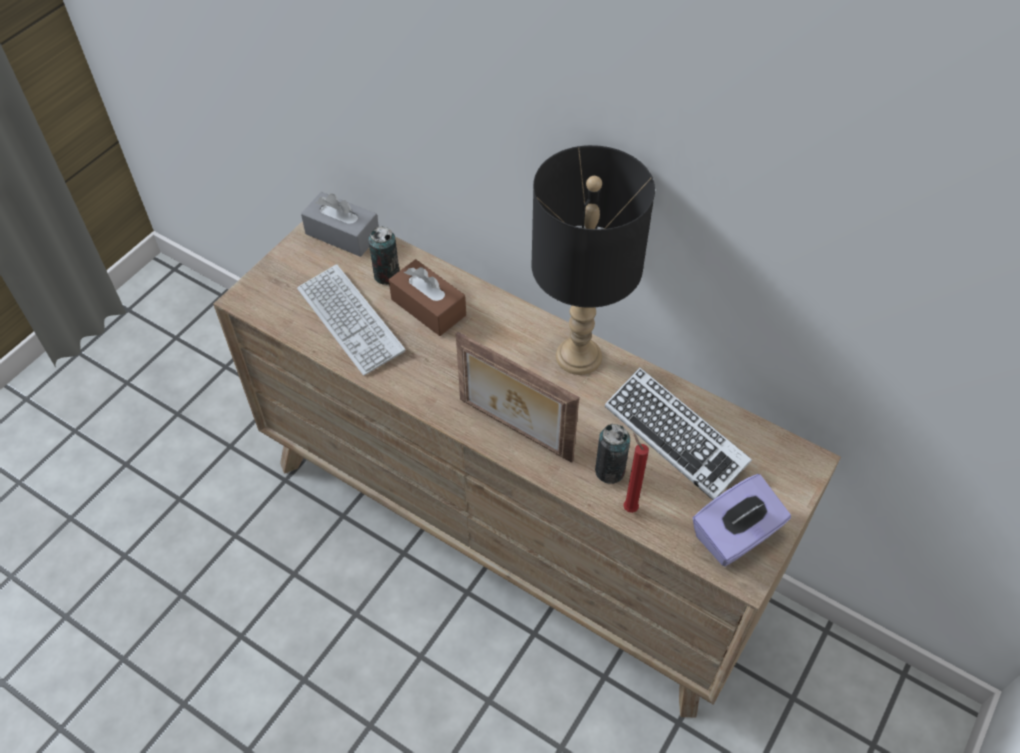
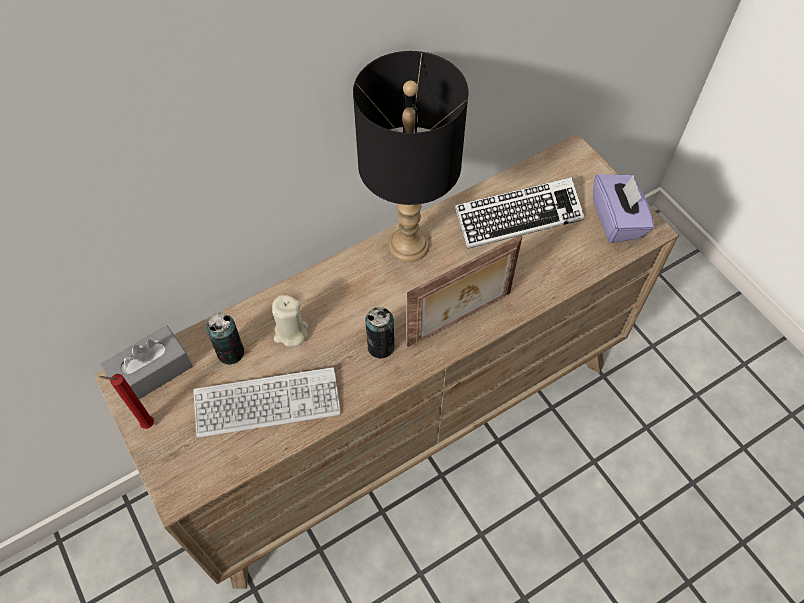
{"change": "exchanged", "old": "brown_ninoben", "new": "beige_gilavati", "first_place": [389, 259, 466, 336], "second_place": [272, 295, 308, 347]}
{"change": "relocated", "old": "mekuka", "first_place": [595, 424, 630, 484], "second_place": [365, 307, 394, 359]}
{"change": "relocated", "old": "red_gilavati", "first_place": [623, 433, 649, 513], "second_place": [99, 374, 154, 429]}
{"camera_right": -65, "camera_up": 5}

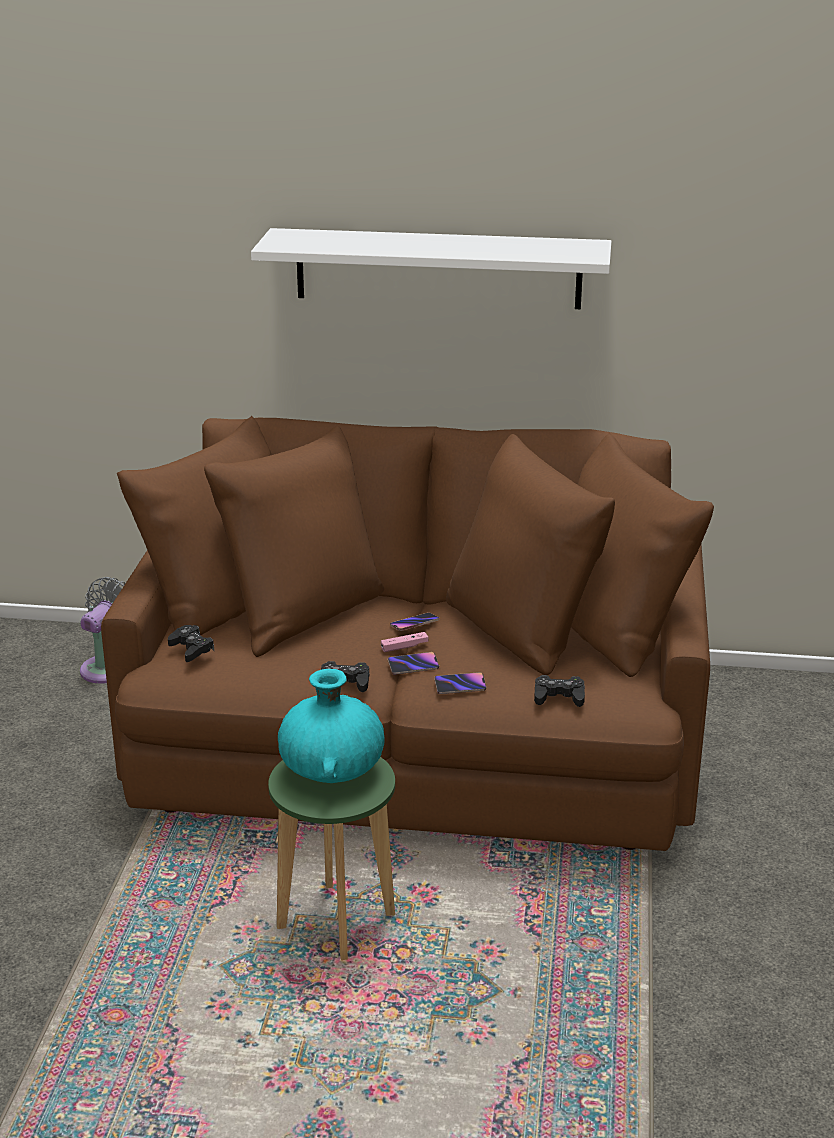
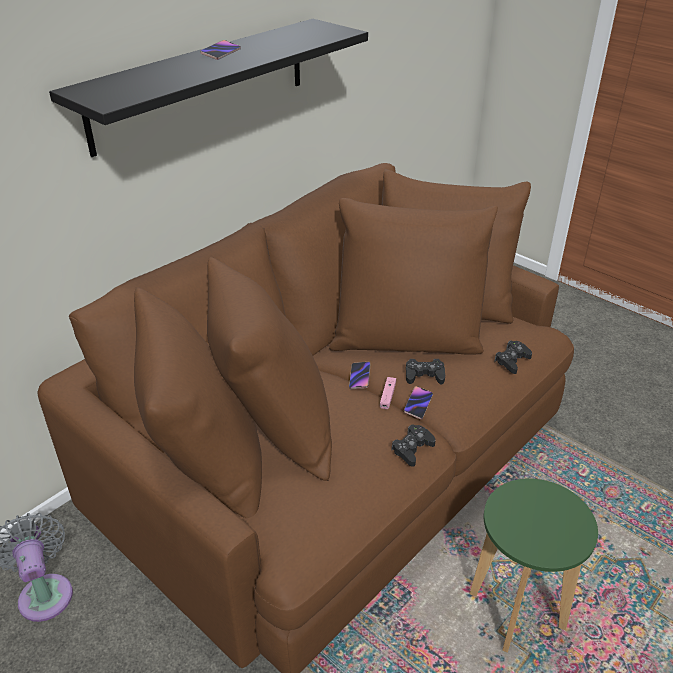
{"change": "relocated", "old": "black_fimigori", "first_place": [168, 625, 214, 662], "second_place": [406, 359, 445, 384]}
{"change": "colour", "old": "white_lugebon", "new": "black_lugebon", "first_place": [251, 228, 612, 309], "second_place": [49, 19, 368, 157]}
{"change": "missing", "old": "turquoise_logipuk", "first_place": [278, 669, 385, 783]}
{"change": "relocated", "old": "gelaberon", "first_place": [434, 672, 486, 694], "second_place": [200, 40, 241, 60]}
{"camera_right": -55, "camera_up": 10}

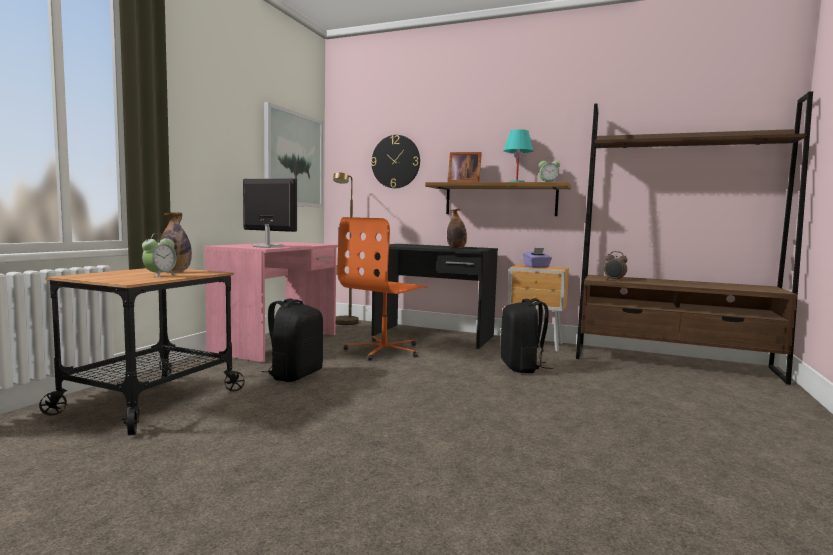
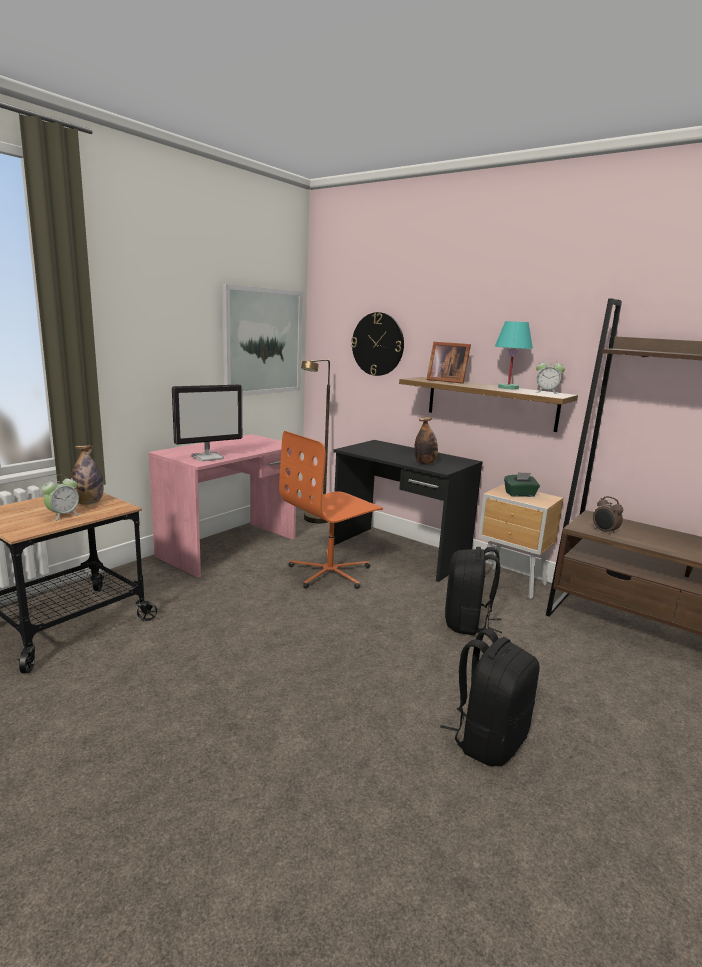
{"change": "spun", "old": "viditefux", "first_place": [243, 178, 297, 248], "second_place": [172, 385, 242, 461], "degrees": 105}
{"change": "relocated", "old": "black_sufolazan", "first_place": [262, 298, 323, 382], "second_place": [440, 628, 540, 766]}
{"change": "colour", "old": "purple_ninoben", "new": "green_ninoben", "first_place": [523, 248, 552, 268], "second_place": [504, 472, 540, 497]}
{"camera_right": 15, "camera_up": 10}

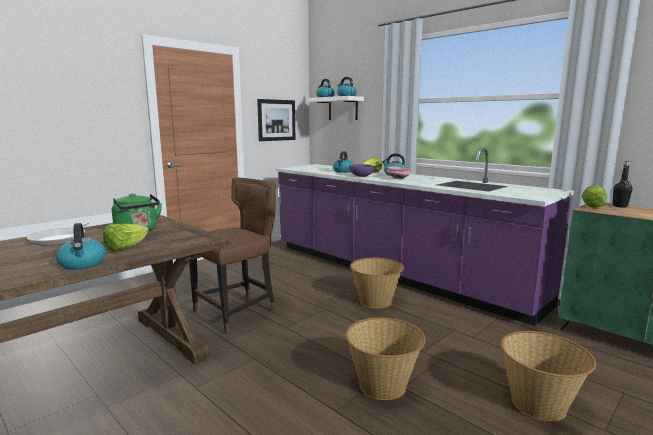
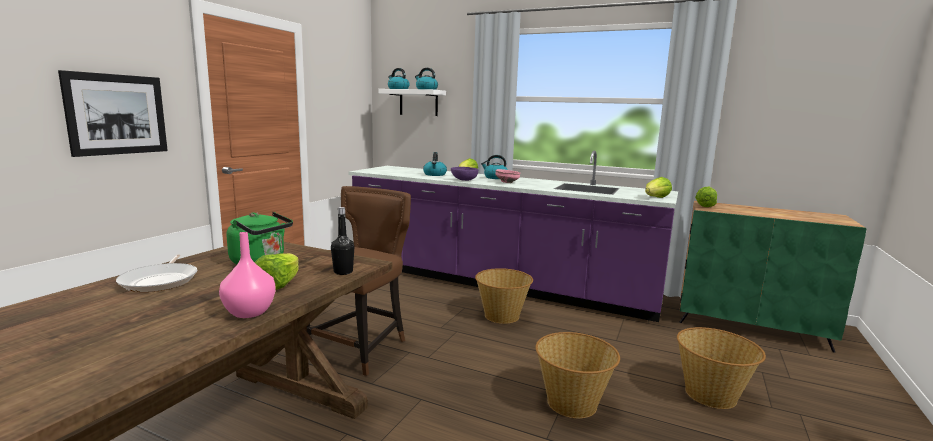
{"change": "exchanged", "old": "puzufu", "new": "pink_logipuk", "first_place": [56, 223, 106, 270], "second_place": [219, 232, 276, 318]}
{"change": "relocated", "old": "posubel", "first_place": [257, 99, 295, 141], "second_place": [58, 70, 168, 157]}
{"change": "relocated", "old": "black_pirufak", "first_place": [613, 161, 632, 208], "second_place": [331, 207, 355, 275]}
{"change": "appeared", "new": "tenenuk", "second_place": [645, 177, 672, 198]}
{"camera_right": -20, "camera_up": 0}

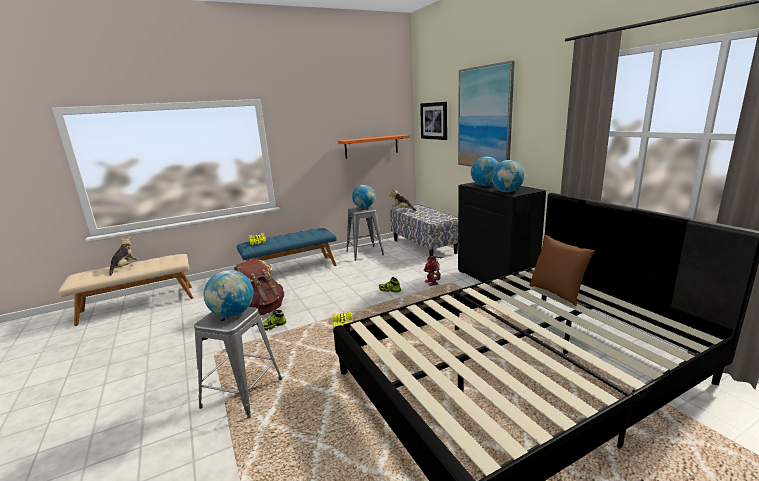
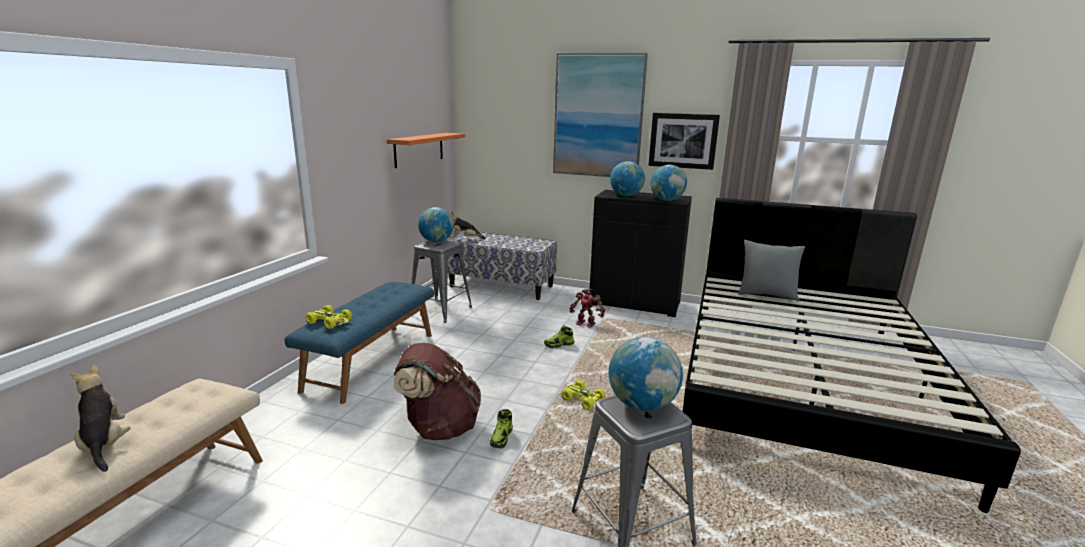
{"change": "relocated", "old": "posubel", "first_place": [420, 102, 447, 140], "second_place": [648, 113, 720, 170]}
{"change": "colour", "old": "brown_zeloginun", "new": "grey_zeloginun", "first_place": [529, 235, 595, 306], "second_place": [738, 240, 805, 302]}
{"camera_right": -45, "camera_up": 0}

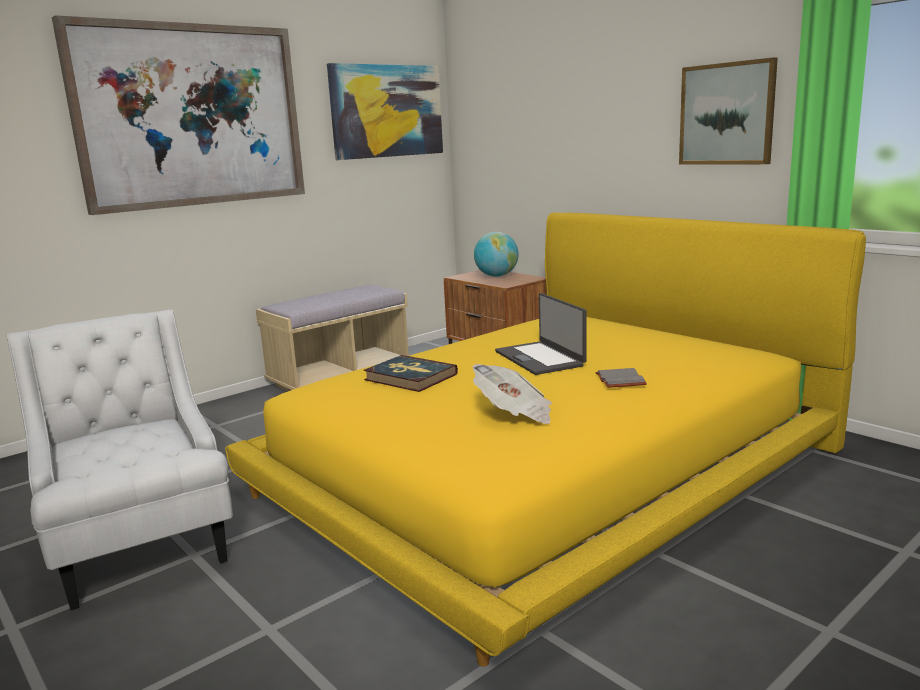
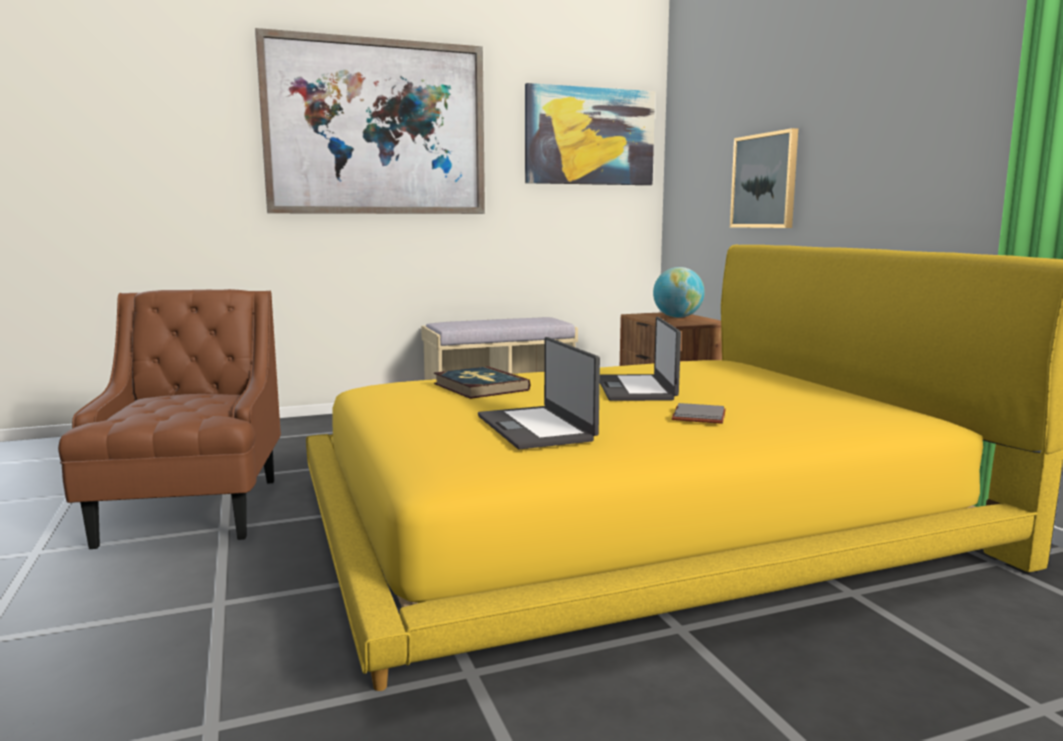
{"change": "colour", "old": "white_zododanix", "new": "brown_zododanix", "first_place": [7, 309, 233, 610], "second_place": [58, 289, 281, 549]}
{"change": "exchanged", "old": "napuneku", "new": "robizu", "first_place": [472, 364, 552, 424], "second_place": [478, 337, 600, 449]}
{"change": "relocated", "old": "posubel", "first_place": [679, 57, 778, 165], "second_place": [730, 128, 798, 228]}
{"camera_right": 20, "camera_up": -5}

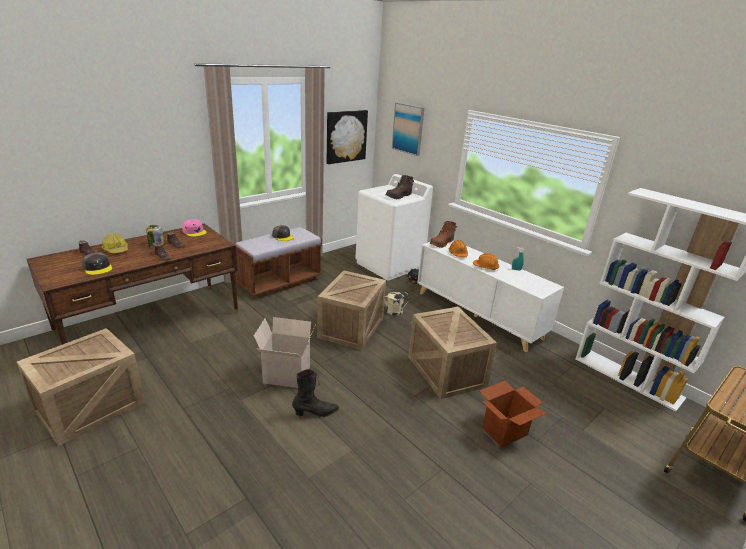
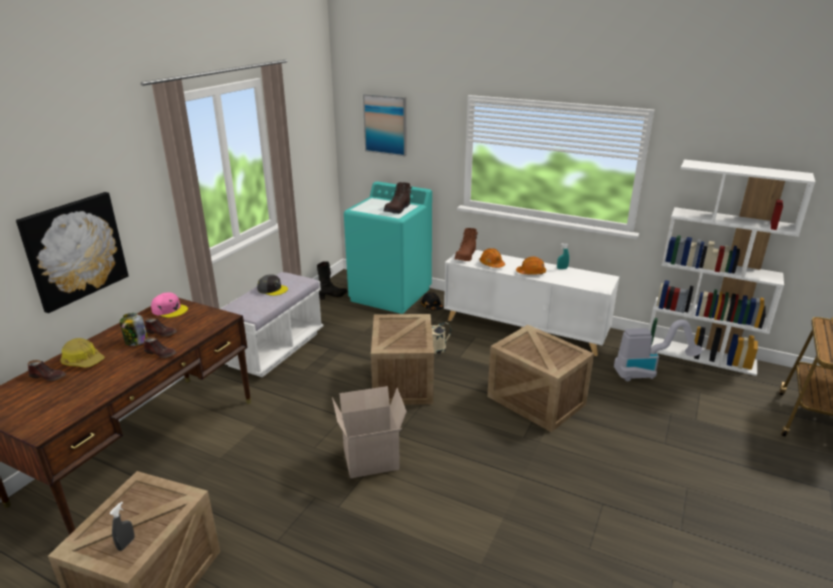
{"change": "missing", "old": "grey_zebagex", "first_place": [82, 252, 112, 275]}
{"change": "colour", "old": "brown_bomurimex", "new": "white_bomurimex", "first_place": [233, 227, 322, 299], "second_place": [220, 272, 324, 377]}
{"change": "relocated", "old": "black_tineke", "first_place": [292, 369, 339, 417], "second_place": [317, 261, 347, 300]}
{"change": "relocated", "old": "posubel", "first_place": [326, 110, 368, 164], "second_place": [16, 192, 129, 313]}
{"change": "colour", "old": "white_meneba", "new": "turquoise_meneba", "first_place": [355, 174, 433, 280], "second_place": [344, 182, 432, 314]}
{"change": "missing", "old": "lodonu", "first_place": [479, 381, 547, 447]}
{"change": "appeared", "new": "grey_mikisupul", "second_place": [109, 501, 134, 551]}
{"change": "appeared", "new": "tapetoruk", "second_place": [614, 320, 703, 381]}
{"camera_right": -20, "camera_up": 0}

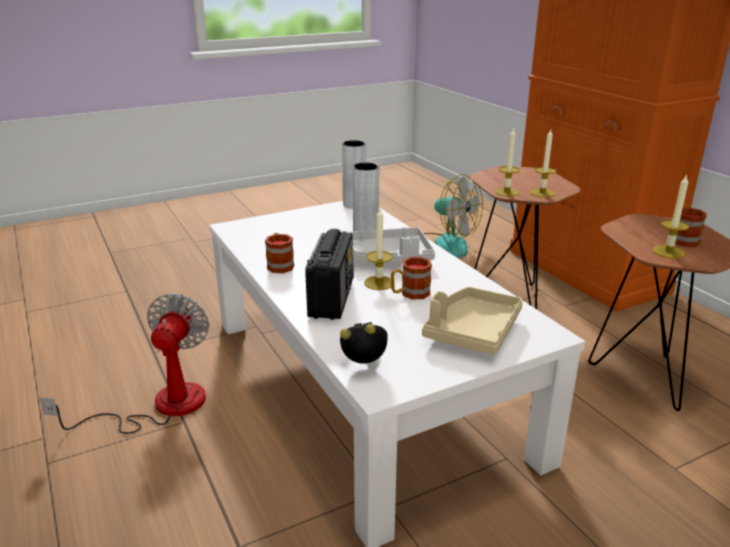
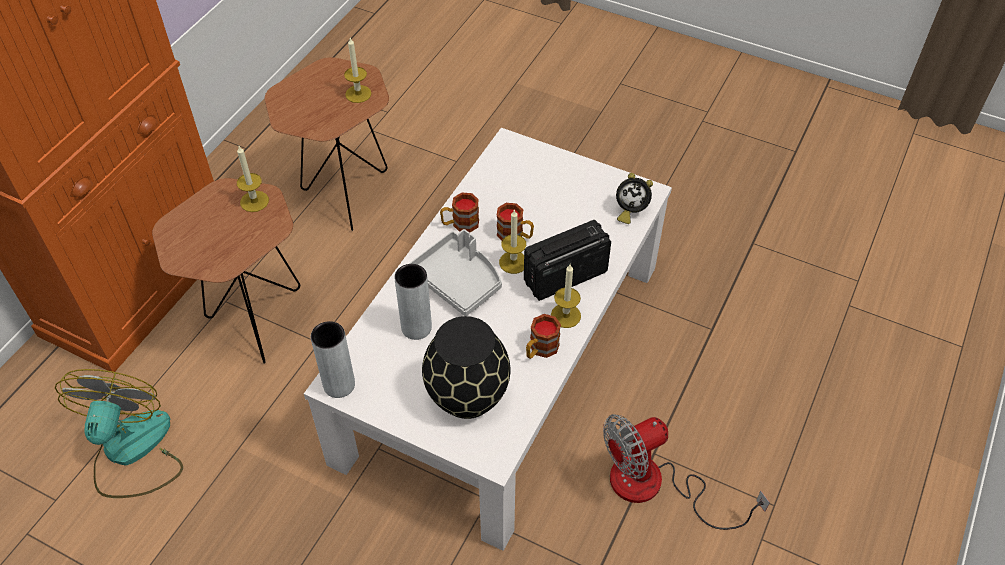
{"change": "spun", "old": "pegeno", "first_place": [340, 322, 388, 364], "second_place": [616, 173, 653, 224], "degrees": -45}
{"change": "missing", "old": "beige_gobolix", "first_place": [422, 287, 523, 355]}
{"change": "relocated", "old": "gilavati", "first_place": [495, 128, 520, 197], "second_place": [551, 265, 581, 328]}
{"change": "relocated", "old": "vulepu", "first_place": [675, 207, 707, 247], "second_place": [440, 193, 479, 233]}
{"change": "appeared", "new": "black_logipuk", "second_place": [422, 316, 511, 419]}
{"camera_right": -125, "camera_up": 25}

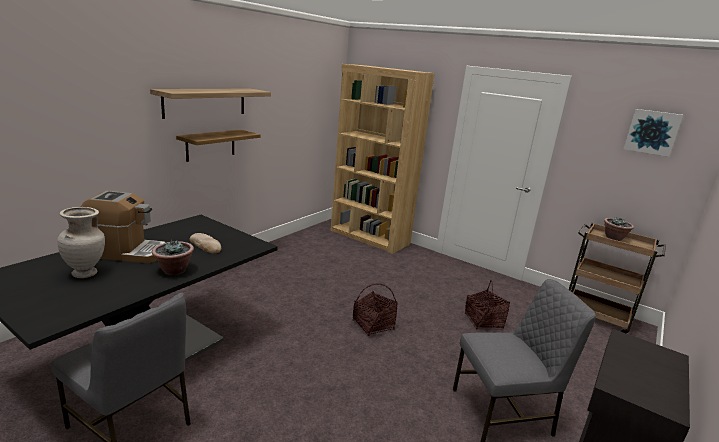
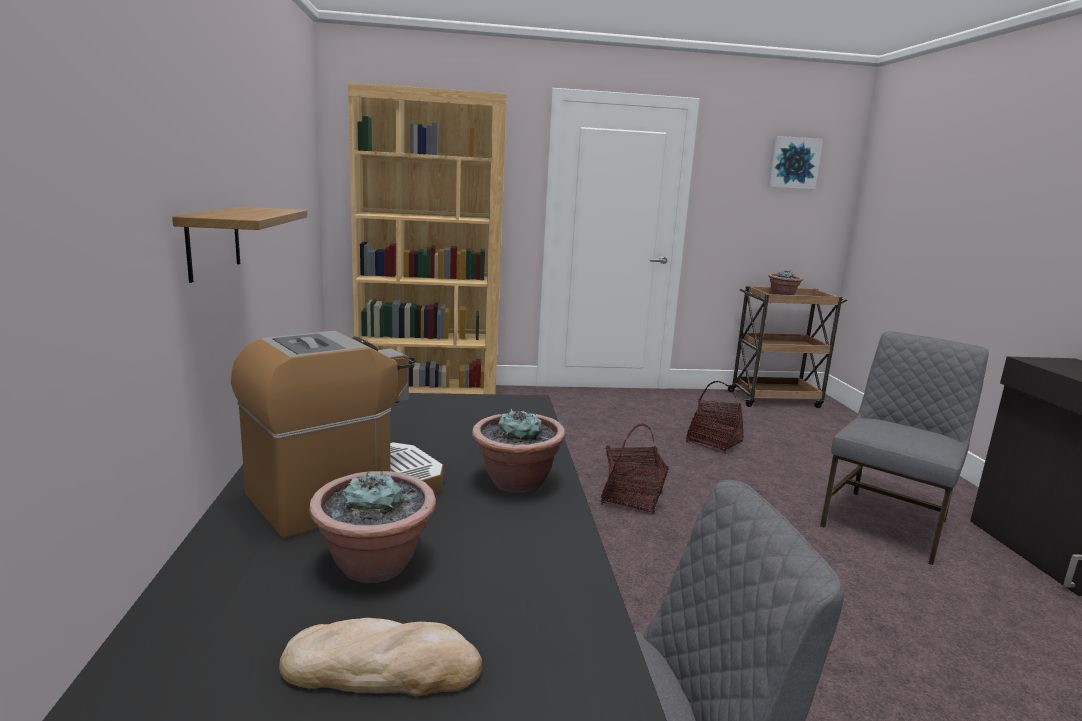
{"change": "exchanged", "old": "beige_logipuk", "new": "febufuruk", "first_place": [57, 207, 105, 278], "second_place": [309, 471, 436, 583]}
{"change": "missing", "old": "lugebon", "first_place": [150, 89, 271, 119]}
{"change": "relocated", "old": "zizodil", "first_place": [189, 233, 221, 253], "second_place": [279, 618, 482, 696]}
{"camera_right": -40, "camera_up": -5}

